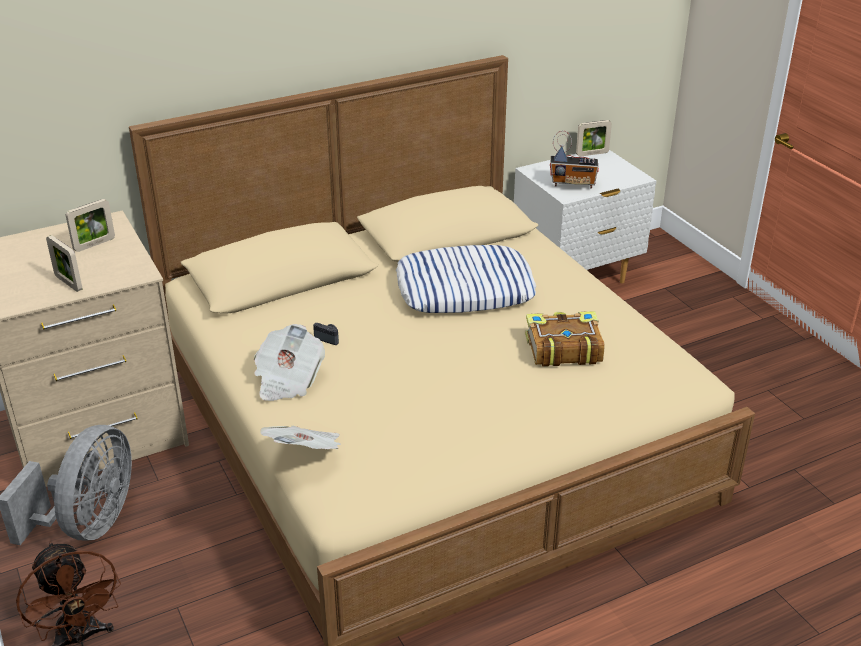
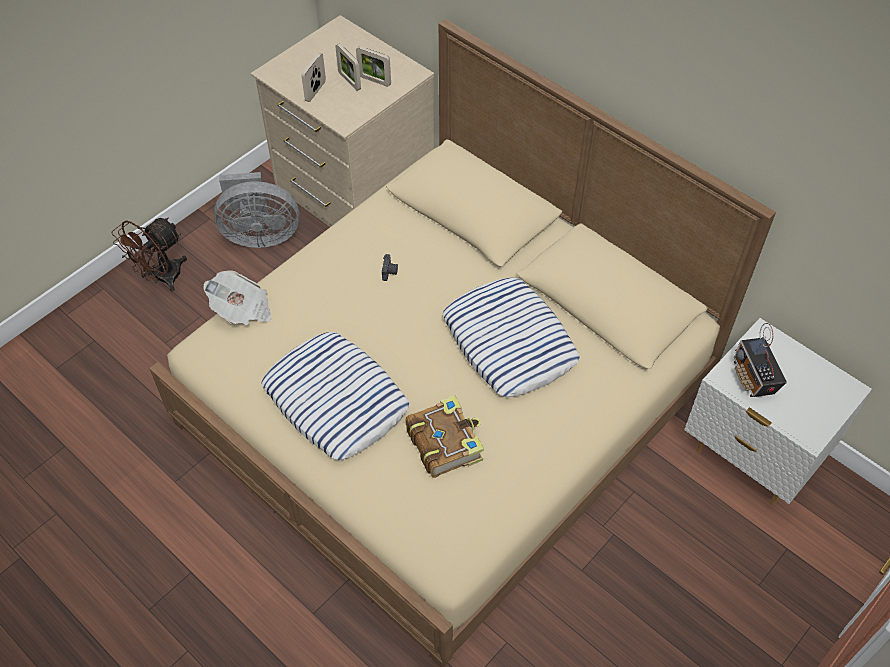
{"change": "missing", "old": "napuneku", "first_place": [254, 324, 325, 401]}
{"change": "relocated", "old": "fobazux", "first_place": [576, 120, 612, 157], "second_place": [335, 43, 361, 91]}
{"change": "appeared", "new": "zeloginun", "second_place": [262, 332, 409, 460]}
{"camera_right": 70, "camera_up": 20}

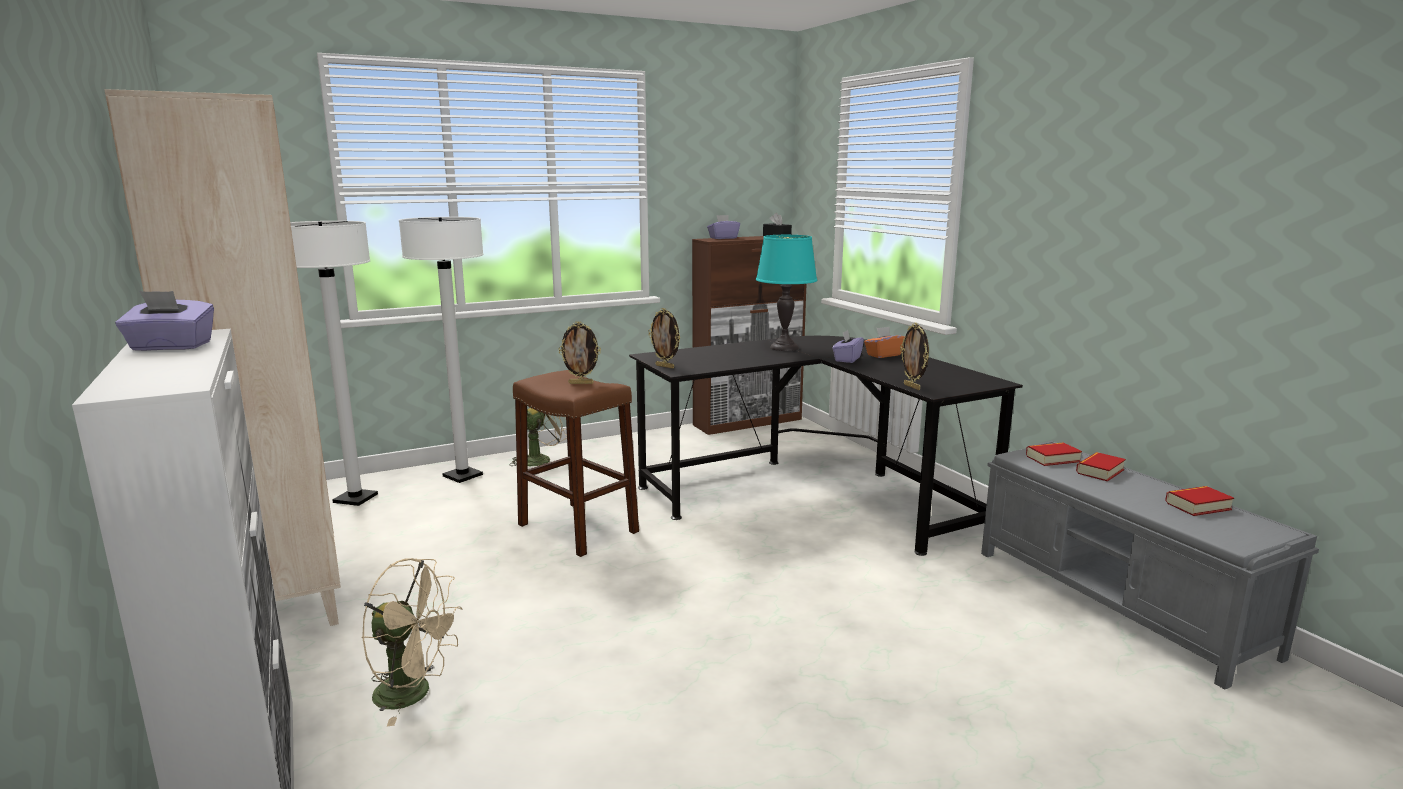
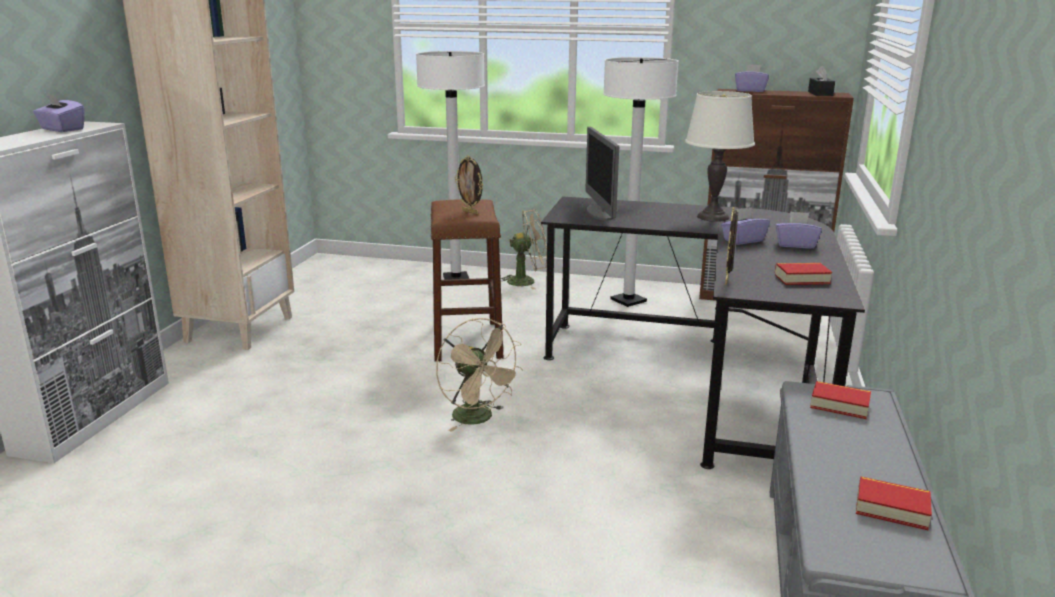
{"change": "relocated", "old": "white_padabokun", "first_place": [290, 221, 378, 506], "second_place": [603, 57, 679, 307]}
{"change": "relocated", "old": "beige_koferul", "first_place": [362, 558, 462, 726], "second_place": [436, 318, 523, 432]}
{"change": "missing", "old": "fobazux", "first_place": [648, 308, 681, 369]}
{"change": "colour", "old": "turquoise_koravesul", "new": "white_koravesul", "first_place": [756, 235, 818, 351], "second_place": [685, 91, 755, 222]}
{"change": "colour", "old": "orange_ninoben", "new": "purple_ninoben", "first_place": [864, 327, 905, 358], "second_place": [775, 211, 822, 249]}
{"change": "relocated", "old": "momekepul", "first_place": [1076, 452, 1126, 481], "second_place": [775, 263, 832, 285]}
{"change": "appeared", "new": "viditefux", "second_place": [585, 127, 619, 221]}
{"camera_right": 40, "camera_up": 5}

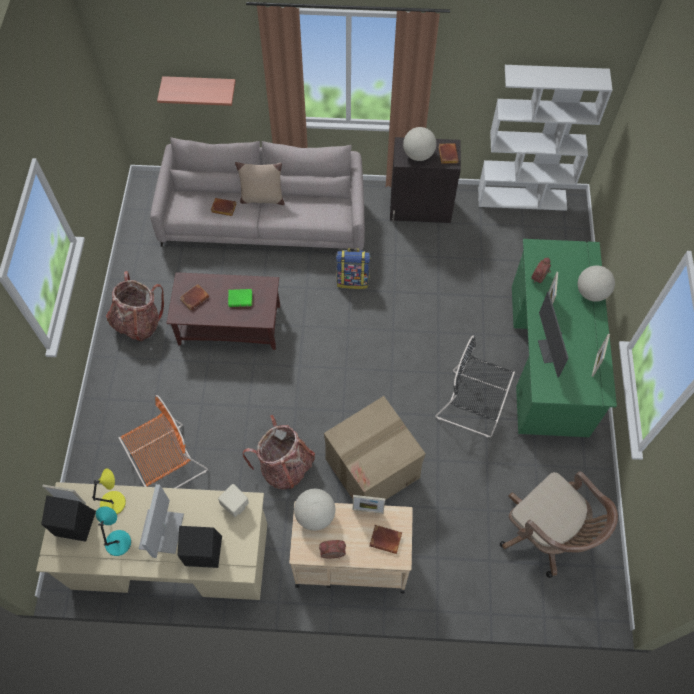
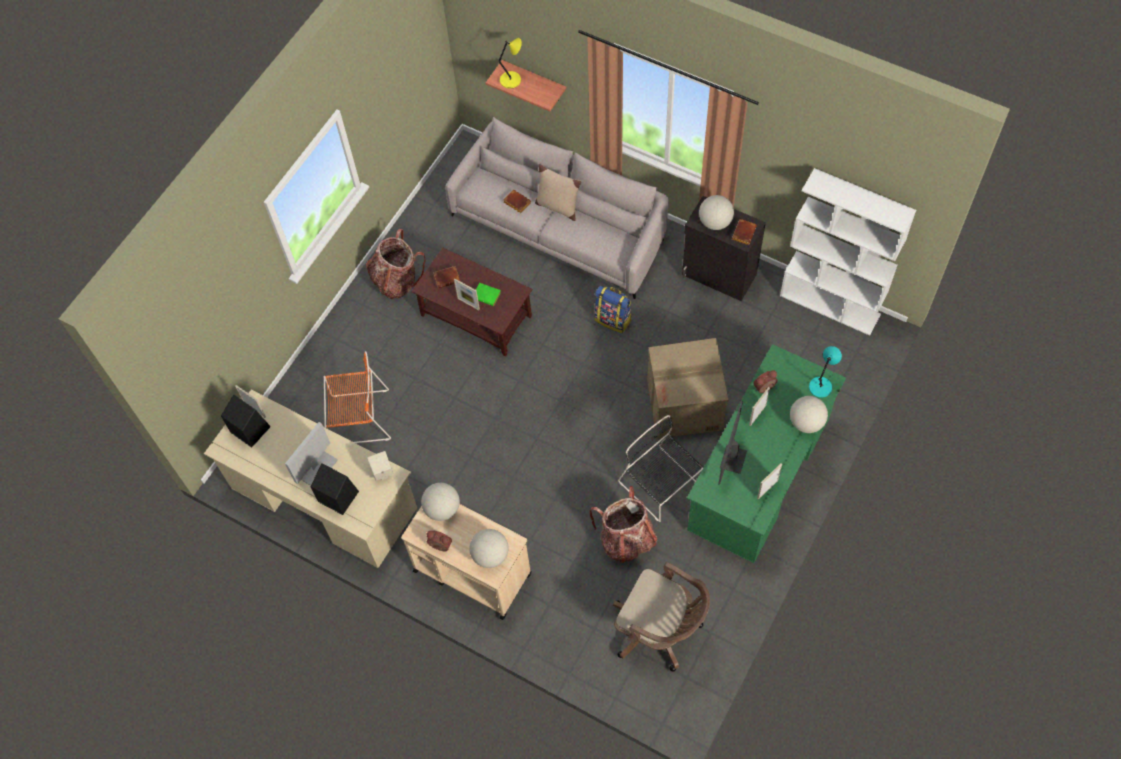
{"change": "relocated", "old": "yellow_koravesul", "first_place": [92, 468, 126, 514], "second_place": [498, 38, 522, 89]}
{"change": "relocated", "old": "turquoise_koravesul", "first_place": [96, 506, 131, 556], "second_place": [809, 346, 842, 398]}
{"change": "relocated", "old": "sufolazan", "first_place": [243, 415, 315, 490], "second_place": [589, 486, 657, 563]}
{"change": "relocated", "old": "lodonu", "first_place": [324, 396, 426, 500], "second_place": [647, 338, 728, 438]}
{"change": "relocated", "old": "fobazux", "first_place": [353, 495, 385, 514], "second_place": [454, 279, 480, 310]}
{"change": "exchanged", "old": "brown_momekepul", "new": "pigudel", "first_place": [369, 525, 402, 554], "second_place": [469, 529, 509, 568]}
{"change": "spun", "old": "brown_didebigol", "first_place": [500, 471, 618, 578], "second_place": [613, 562, 710, 672], "degrees": -45}
{"camera_right": 30, "camera_up": 0}

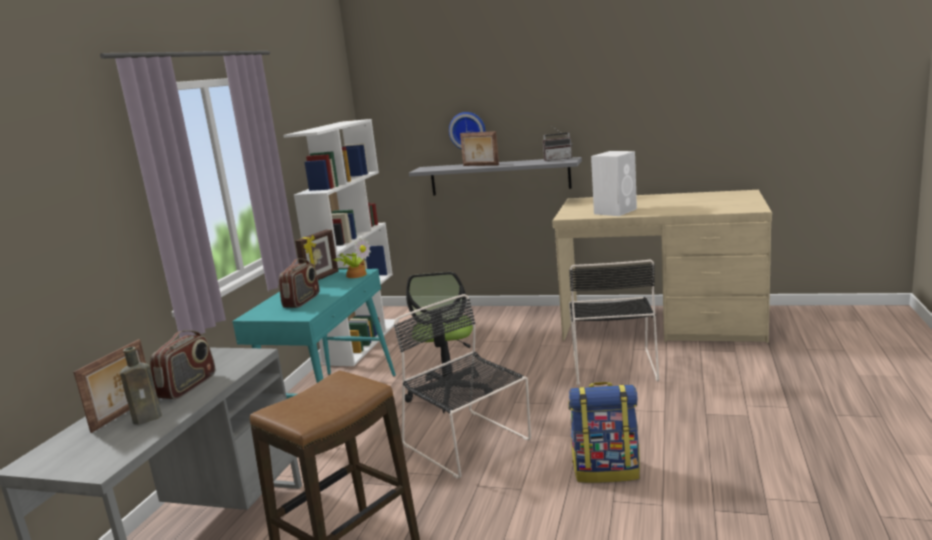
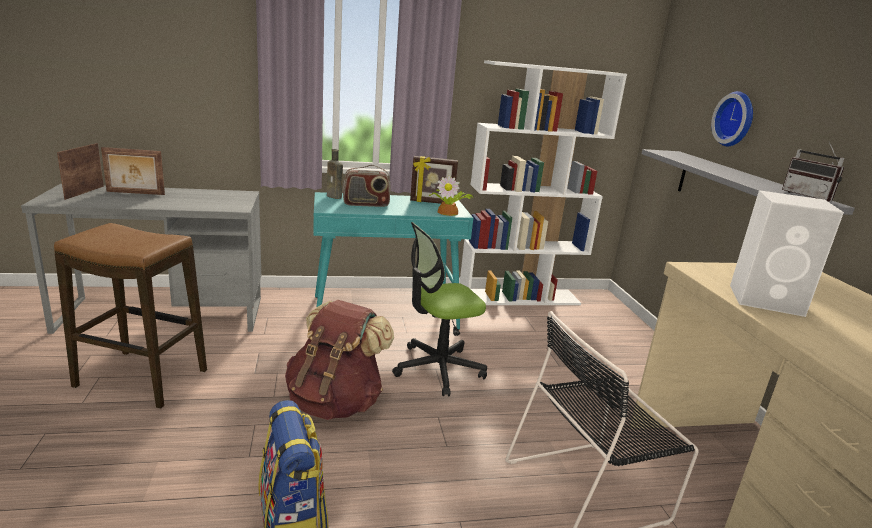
{"change": "relocated", "old": "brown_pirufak", "first_place": [120, 347, 162, 424], "second_place": [327, 149, 343, 199]}
{"change": "missing", "old": "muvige", "first_place": [150, 330, 215, 399]}
{"change": "exchanged", "old": "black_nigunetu", "new": "brown_sufolazan", "first_place": [394, 294, 531, 478], "second_place": [285, 300, 394, 420]}
{"change": "relocated", "old": "fobazux", "first_place": [460, 131, 499, 166], "second_place": [57, 143, 104, 200]}
{"camera_right": 60, "camera_up": 5}

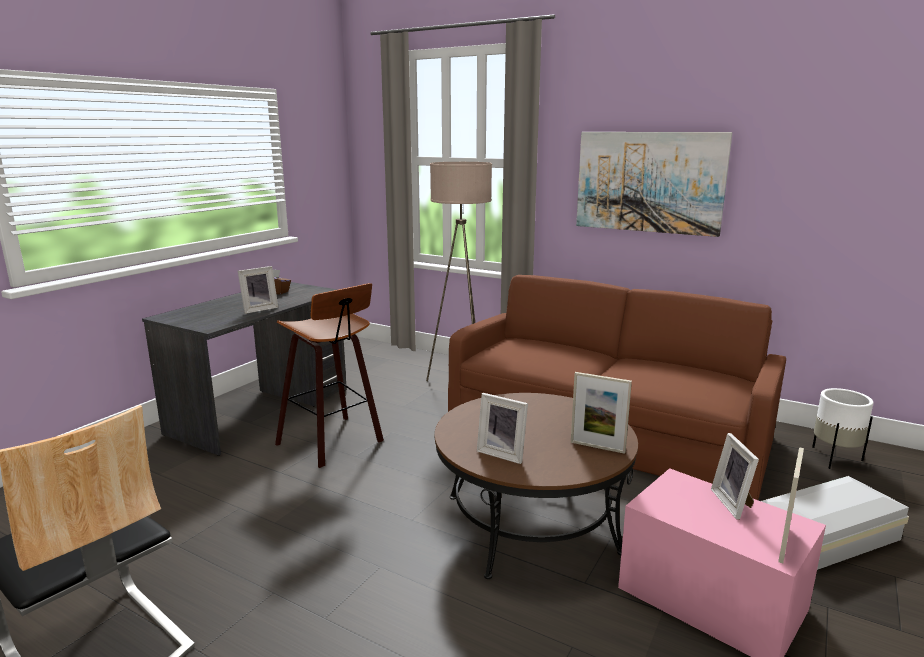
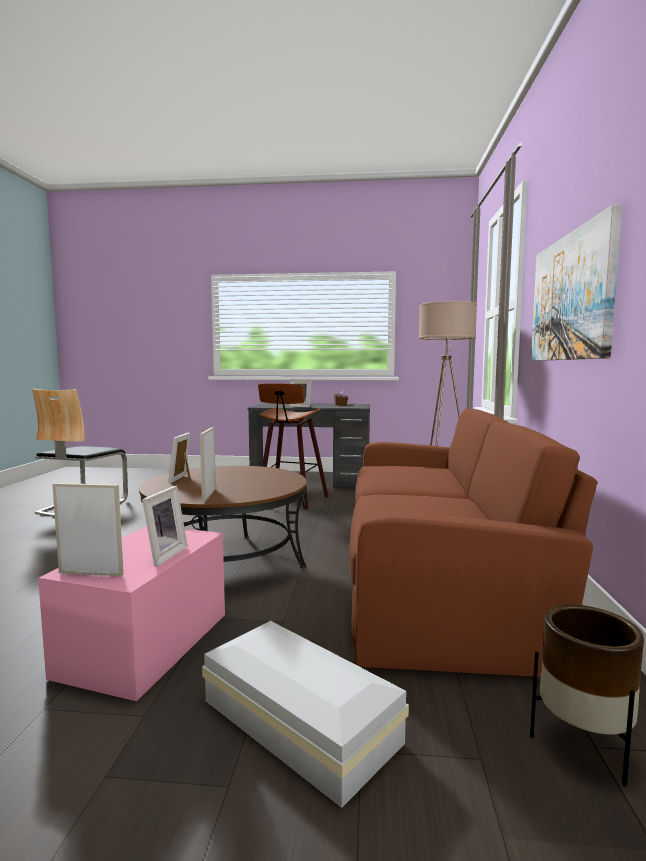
{"change": "spun", "old": "fobazux", "first_place": [711, 433, 759, 520], "second_place": [142, 486, 188, 567], "degrees": 135}
{"change": "colour", "old": "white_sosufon", "new": "brown_sosufon", "first_place": [812, 388, 874, 469], "second_place": [530, 605, 644, 787]}
{"camera_right": 65, "camera_up": -10}

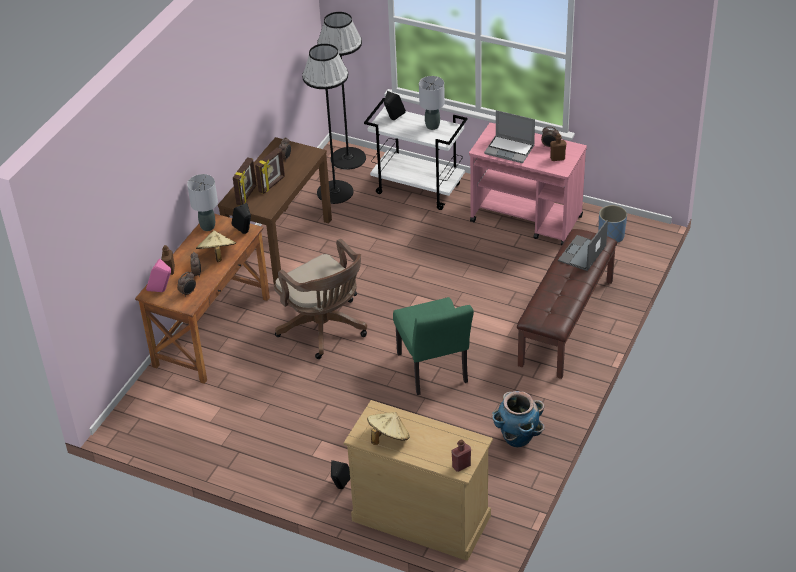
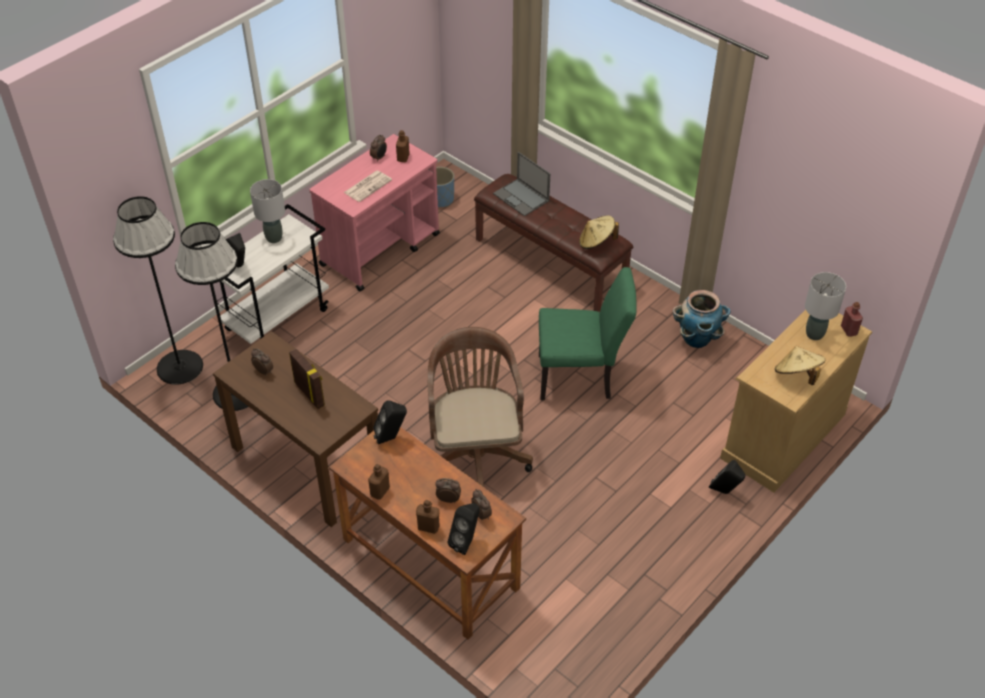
{"change": "colour", "old": "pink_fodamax", "new": "black_fodamax", "first_place": [146, 259, 171, 292], "second_place": [448, 503, 480, 555]}
{"change": "relocated", "old": "grey_koravesul", "first_place": [187, 174, 218, 231], "second_place": [805, 272, 846, 340]}
{"change": "relocated", "old": "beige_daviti", "first_place": [196, 230, 236, 262], "second_place": [579, 216, 619, 249]}
{"change": "missing", "old": "fobazux", "first_place": [233, 157, 256, 205]}
{"change": "spun", "old": "brown_didebigol", "first_place": [274, 239, 367, 359], "second_place": [428, 327, 533, 487], "degrees": -75}
{"change": "exchanged", "old": "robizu", "new": "napuneku", "first_place": [484, 110, 535, 163], "second_place": [344, 171, 392, 202]}
{"change": "appeared", "new": "brown_pirufak", "second_place": [368, 464, 390, 499]}
{"camera_right": -75, "camera_up": 5}

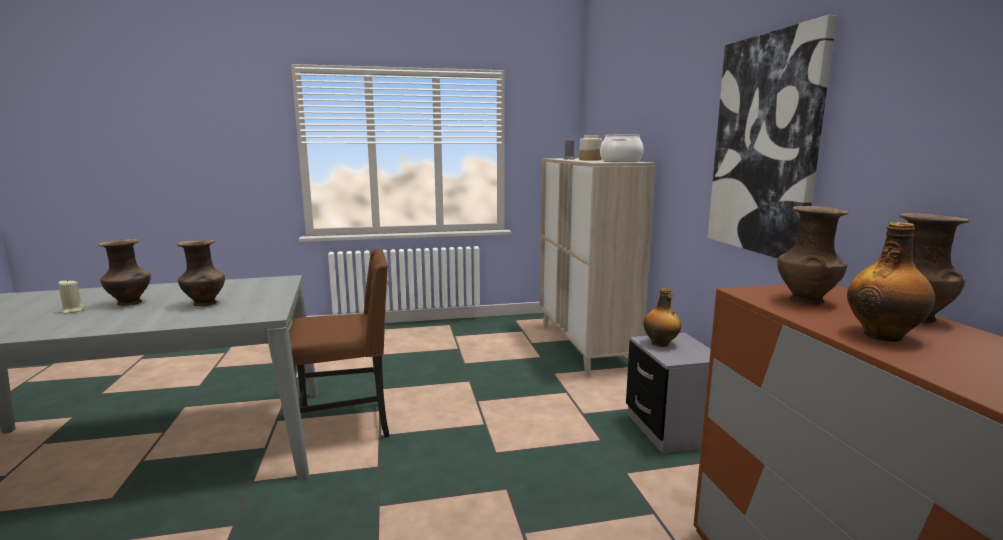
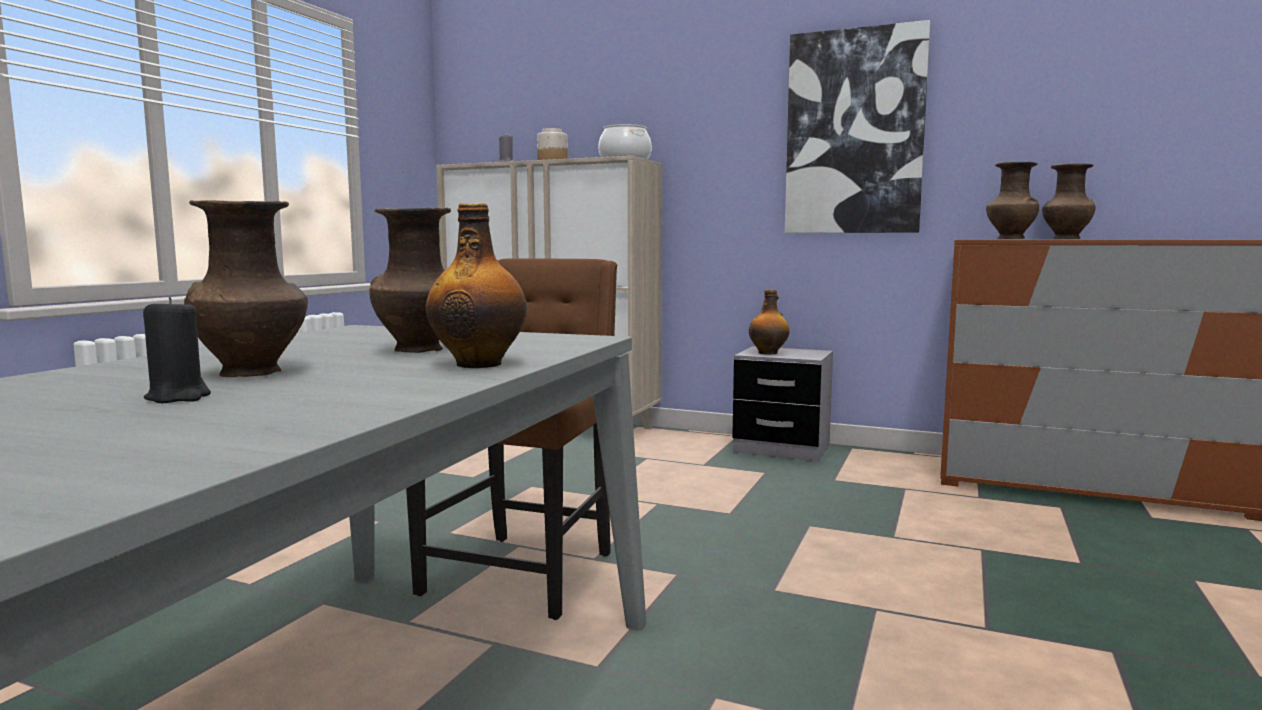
{"change": "colour", "old": "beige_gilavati", "new": "black_gilavati", "first_place": [58, 279, 86, 314], "second_place": [143, 297, 211, 403]}
{"change": "relocated", "old": "pirufak", "first_place": [847, 222, 935, 342], "second_place": [426, 203, 527, 368]}
{"camera_right": -55, "camera_up": -5}

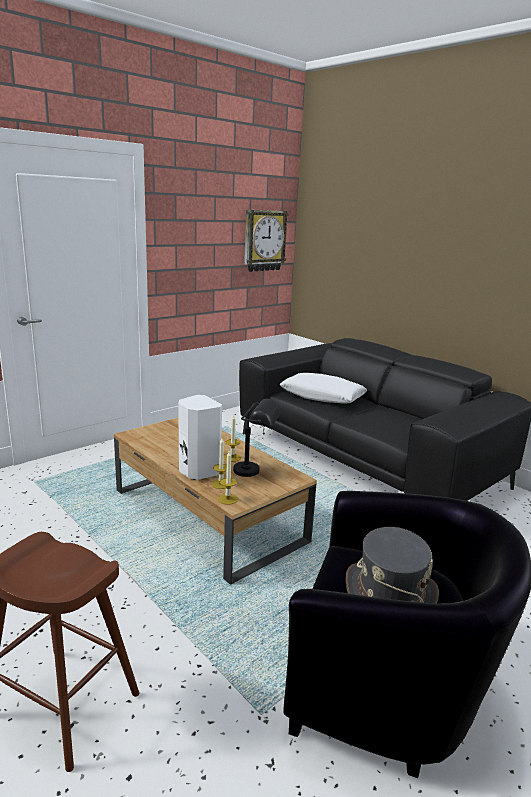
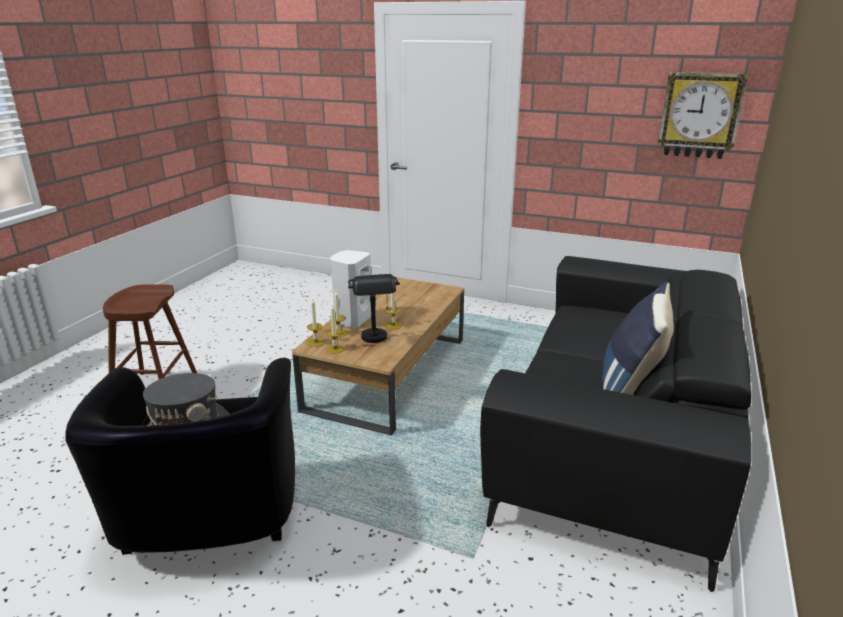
{"change": "missing", "old": "white_zeloginun", "first_place": [280, 373, 367, 404]}
{"change": "appeared", "new": "gilavati", "second_place": [326, 305, 344, 354]}
{"change": "appeared", "new": "blue_zeloginun", "second_place": [603, 282, 674, 395]}
{"camera_right": 65, "camera_up": 5}

